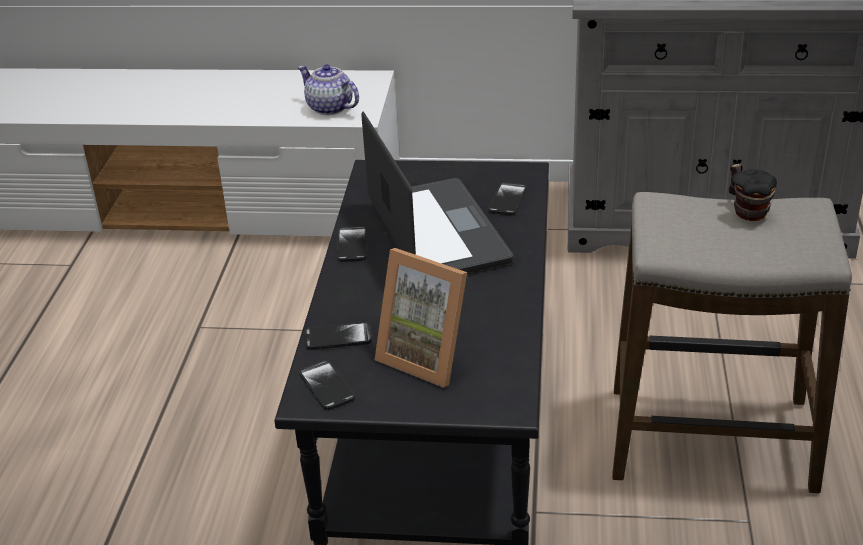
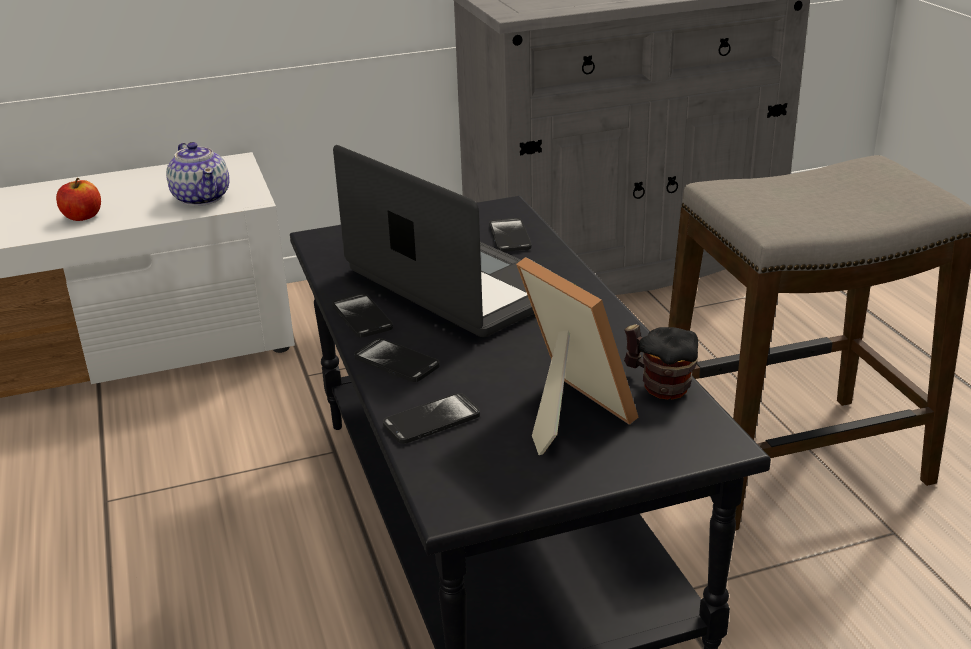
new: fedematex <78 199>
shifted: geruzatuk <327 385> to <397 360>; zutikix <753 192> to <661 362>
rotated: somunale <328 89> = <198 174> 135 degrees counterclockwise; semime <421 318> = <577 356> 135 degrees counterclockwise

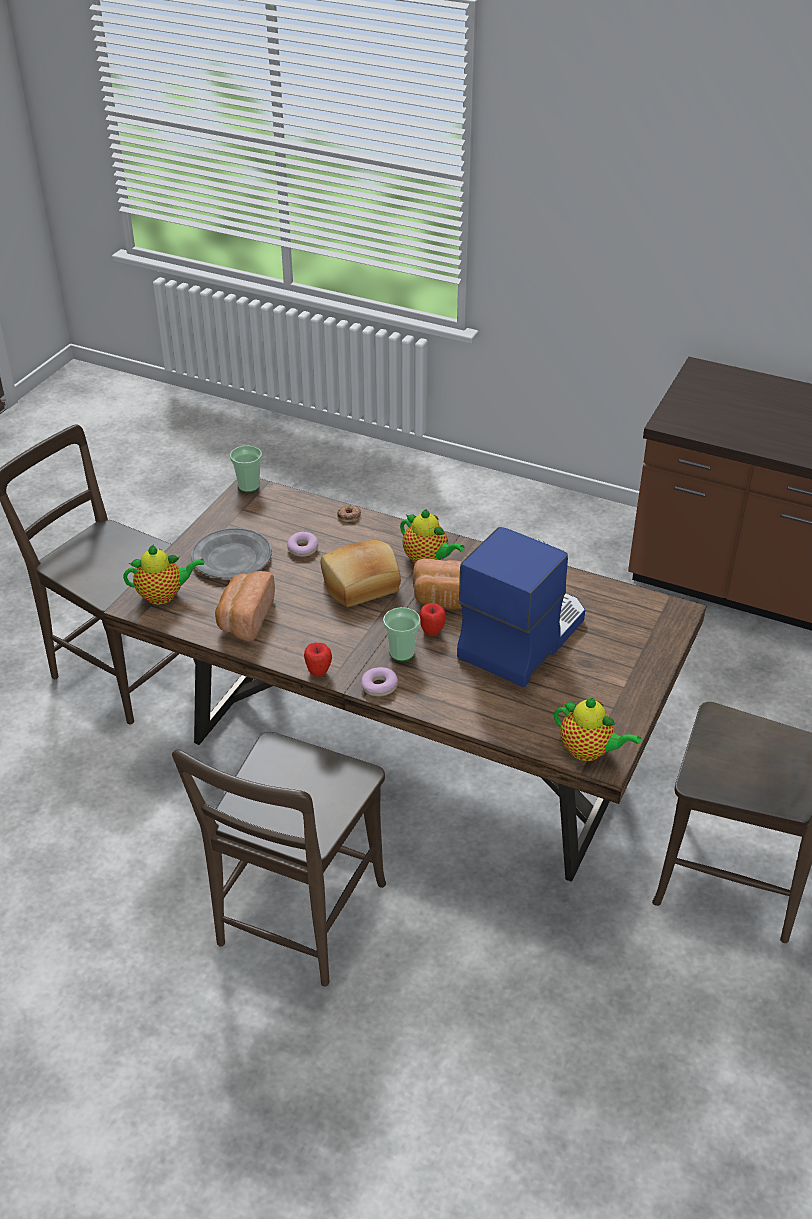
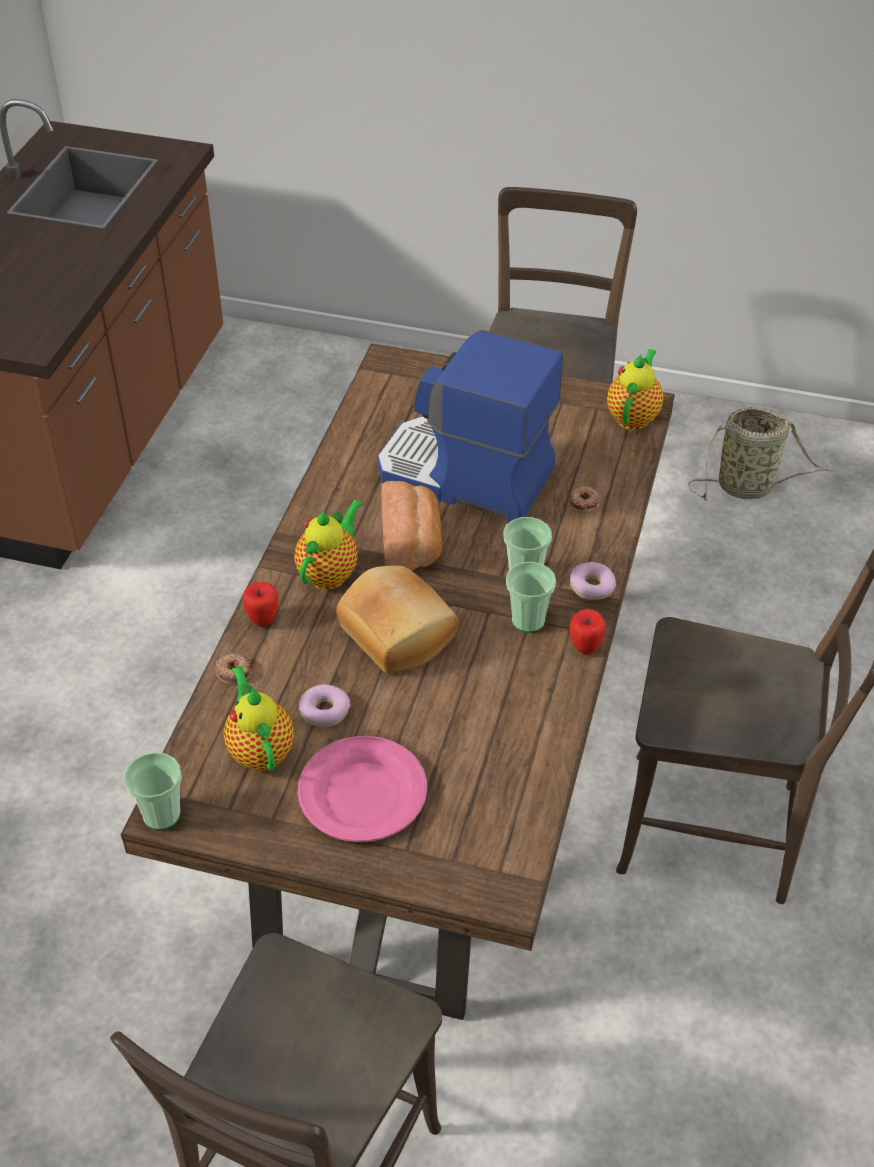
gone: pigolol <245 606>
new: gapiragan <531 597>; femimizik <584 499>; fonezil <760 454>
shifted: somunale <164 574> to <259 718>; fedematex <432 619> to <261 604>
repainted: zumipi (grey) <231 553> to zumipi (pink) <362 789>

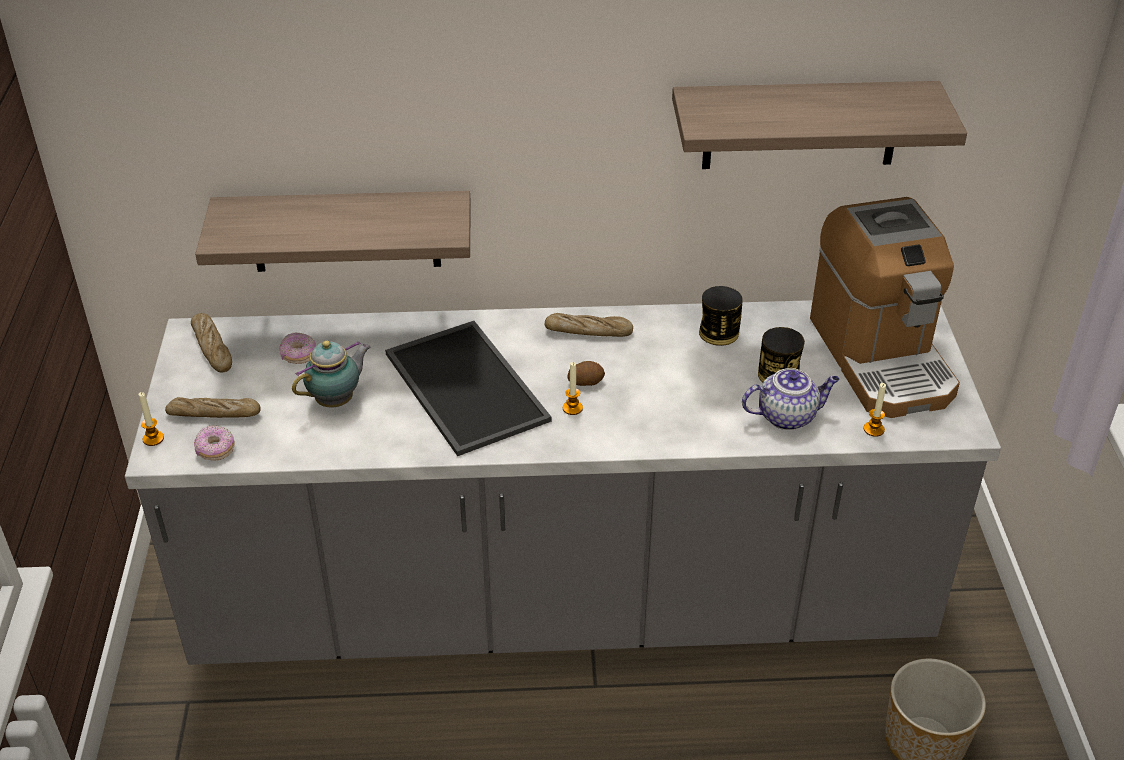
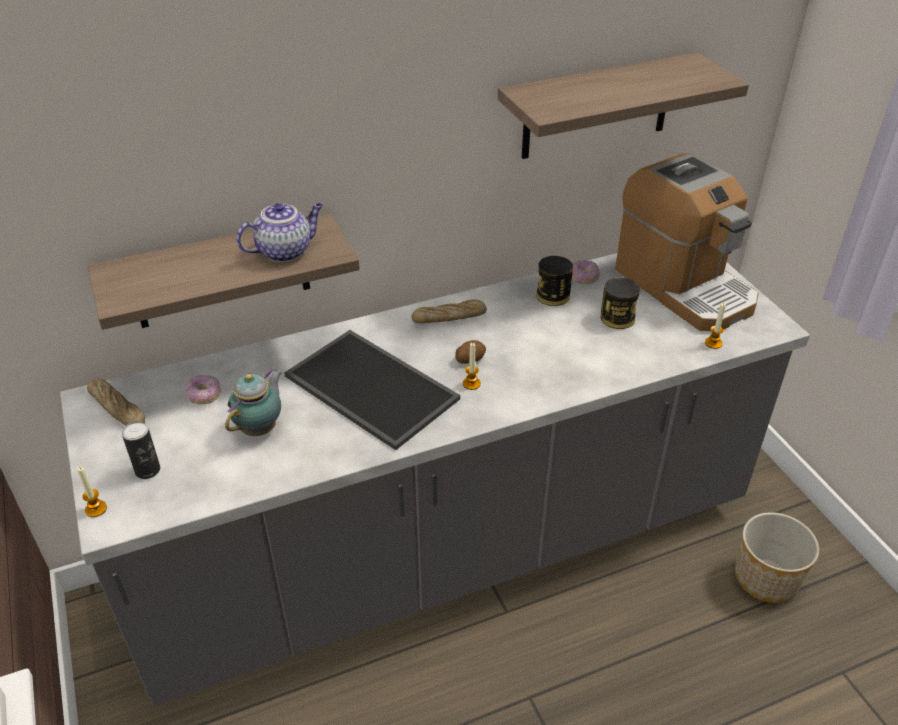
shifted: femimizik <214 443> to <585 272>; somunale <791 399> to <279 232>
swapped: pigolol <213 407> to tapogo <141 450>

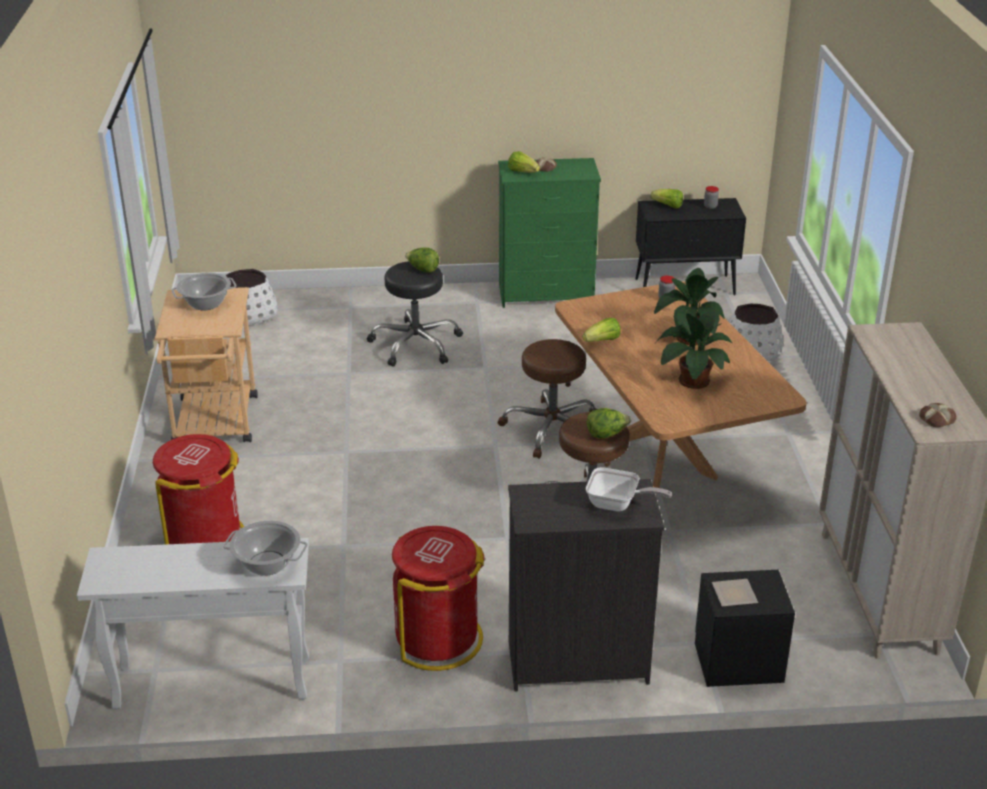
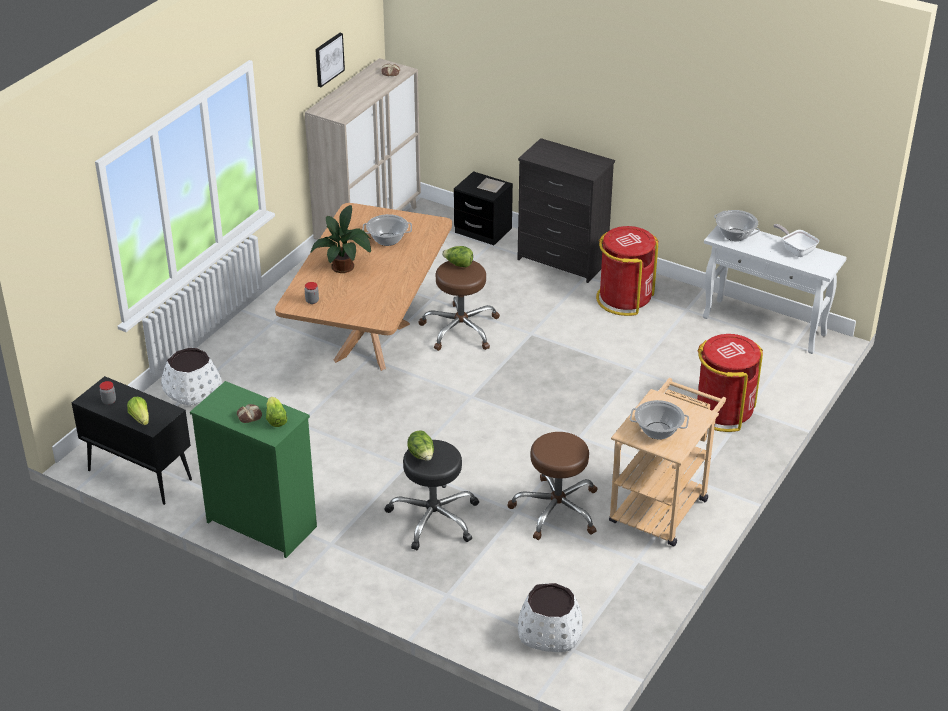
gone: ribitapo <602 330>
new: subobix <330 60>
shifted: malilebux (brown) <547 399> to <552 486>; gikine <629 489> to <796 240>
swapped: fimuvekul <696 349> to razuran <387 230>

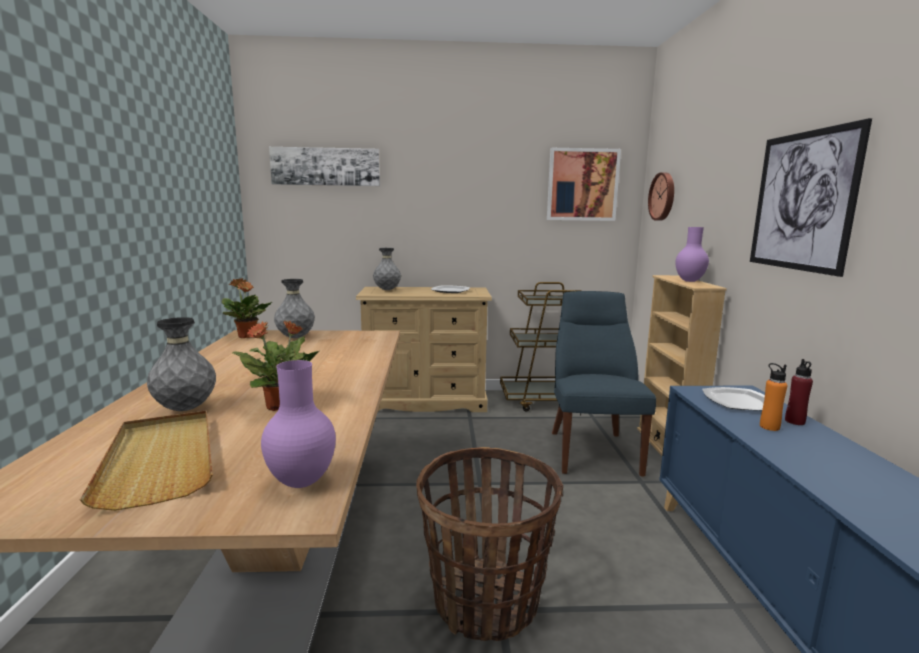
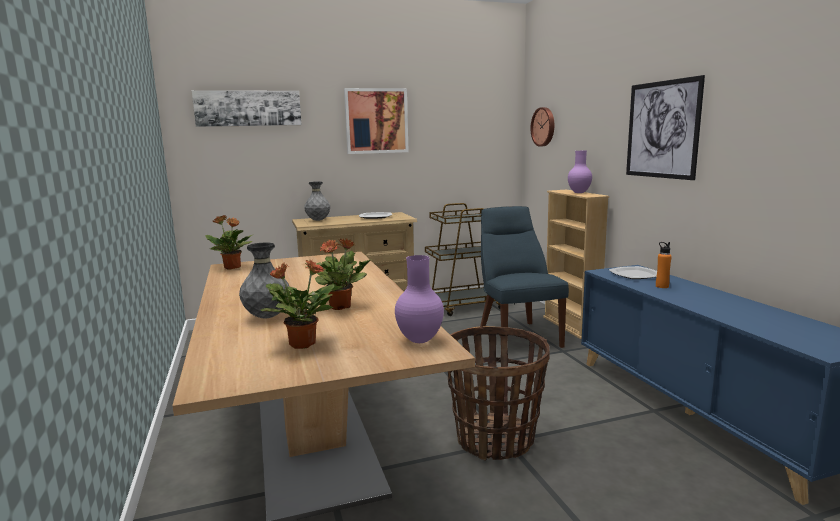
gone: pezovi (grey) <294 308>; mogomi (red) <799 392>
shifted: subobix <584 184> to <376 121>
swapped: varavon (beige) <146 461> to fimuvekul <297 304>

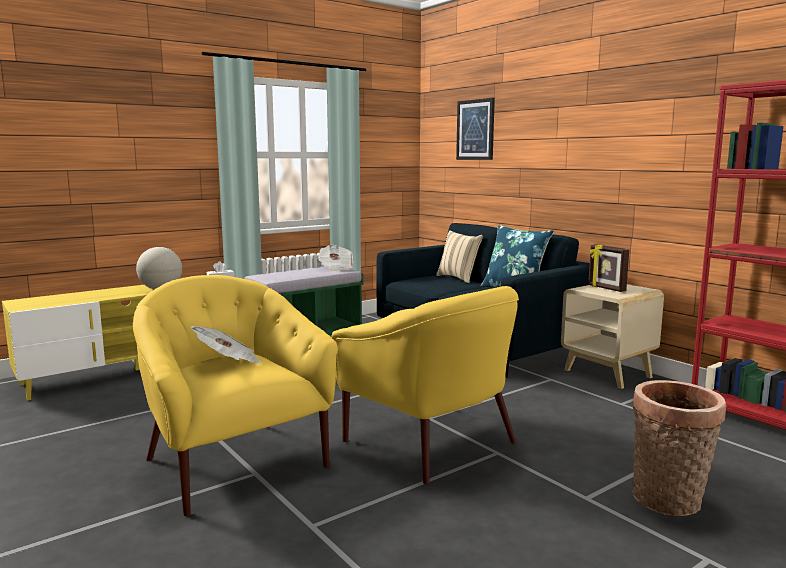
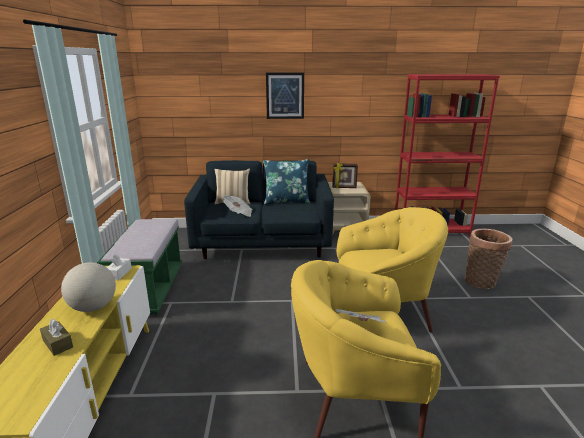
new: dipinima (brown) <56 337>
shifted: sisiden <335 258> to <238 206>; subobix <475 129> to <285 95>

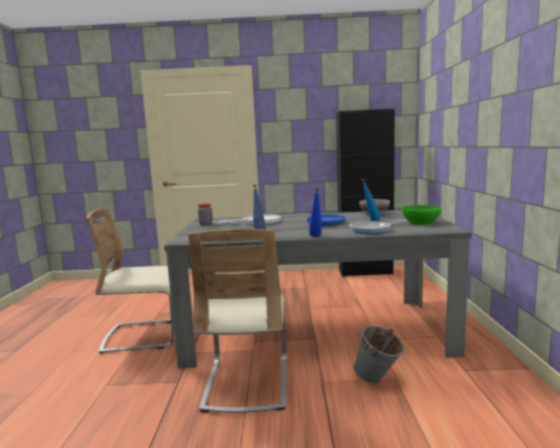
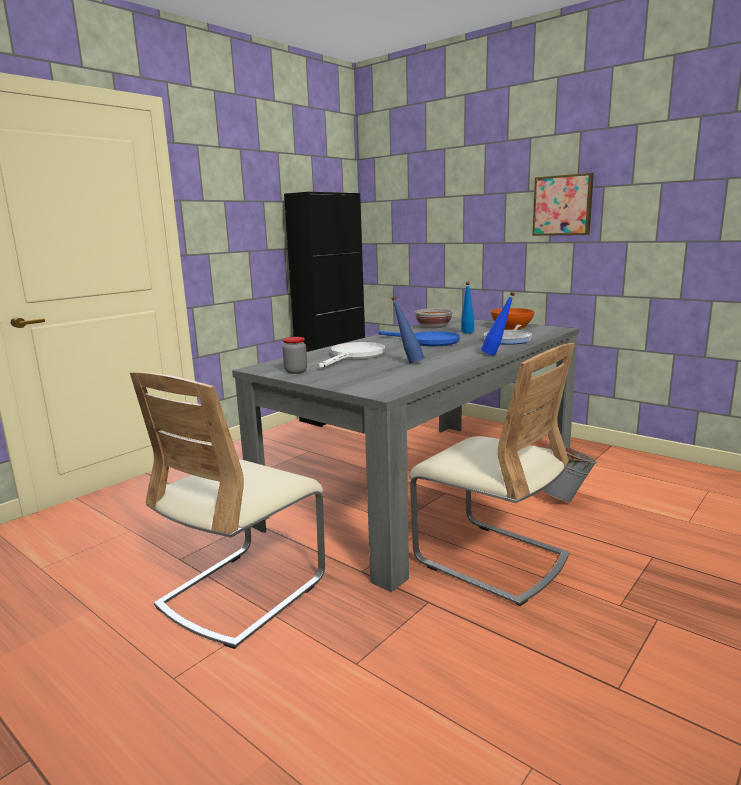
new: subobix <563 204>
repainted: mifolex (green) <421 215> to mifolex (orange) <513 319>

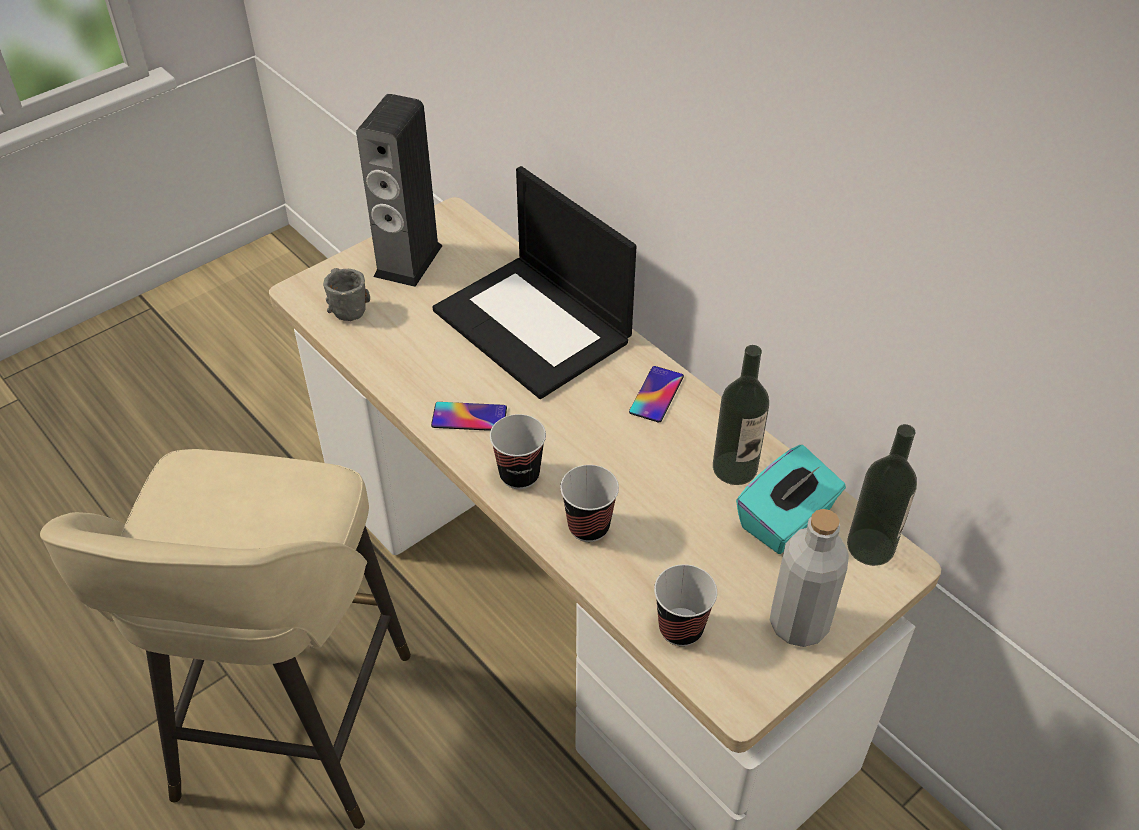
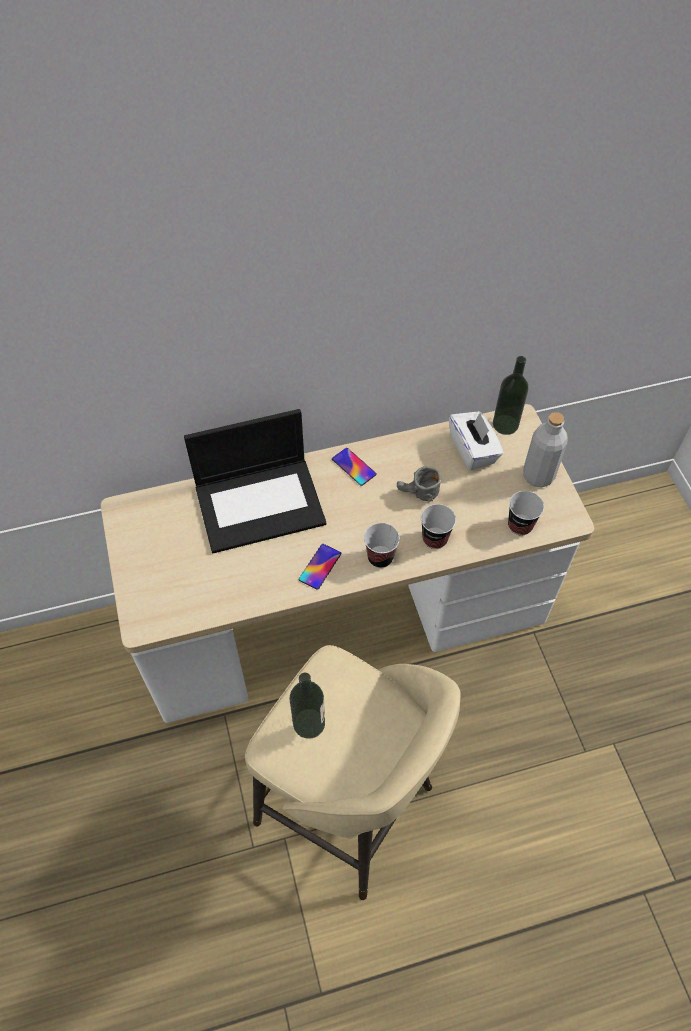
gone: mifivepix <399 190>
shifted: zutikix (grey) <346 294> to <419 483>; mogomi <741 415> to <307 706>
repainted: dipinima (turquoise) <791 499> to dipinima (white) <476 441>

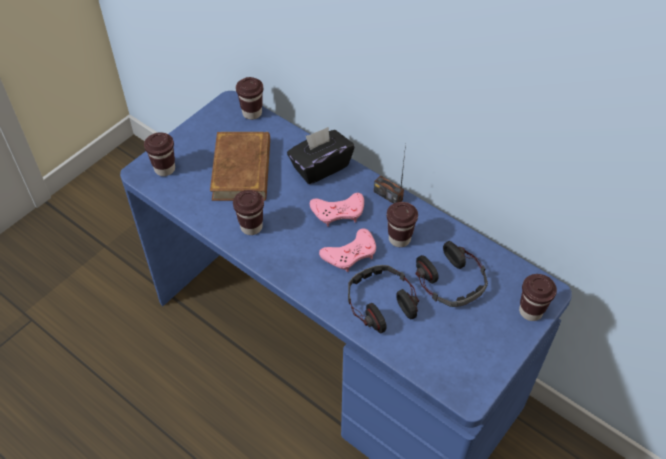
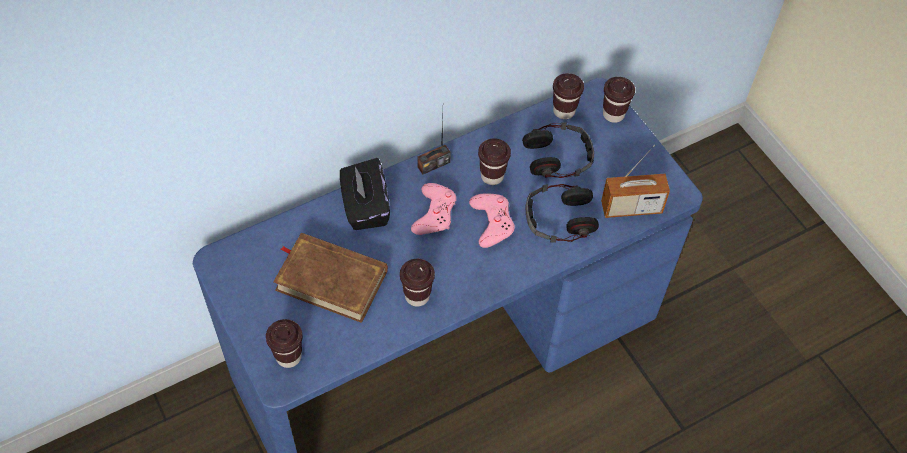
new: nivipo <635 181>
shifted: gapiragan (brown) <249 98> to <568 96>

